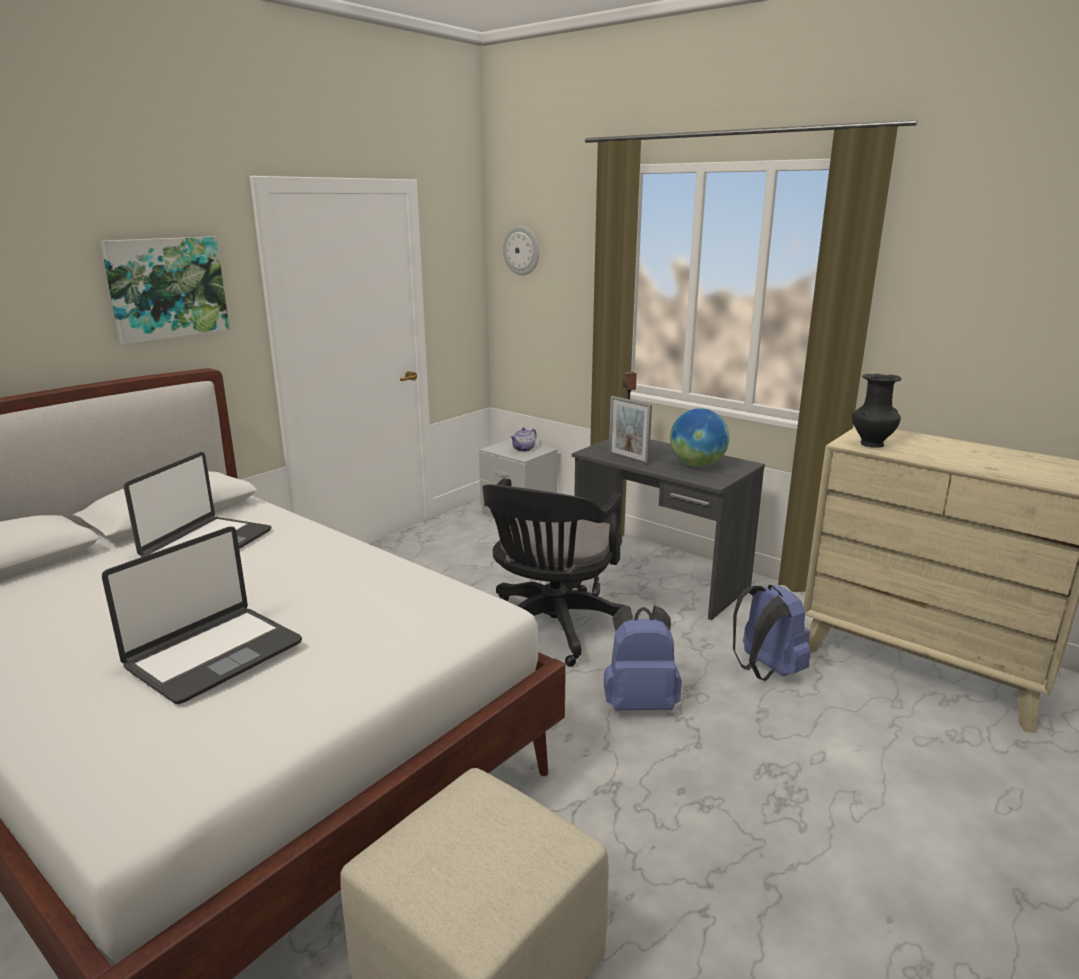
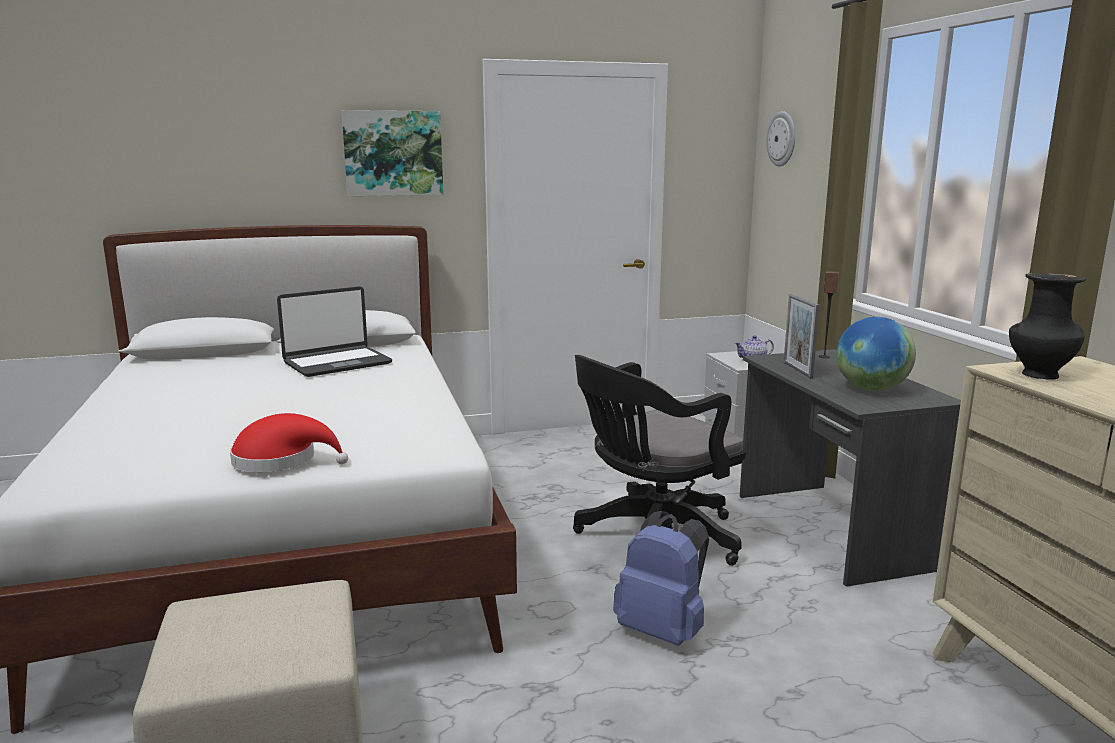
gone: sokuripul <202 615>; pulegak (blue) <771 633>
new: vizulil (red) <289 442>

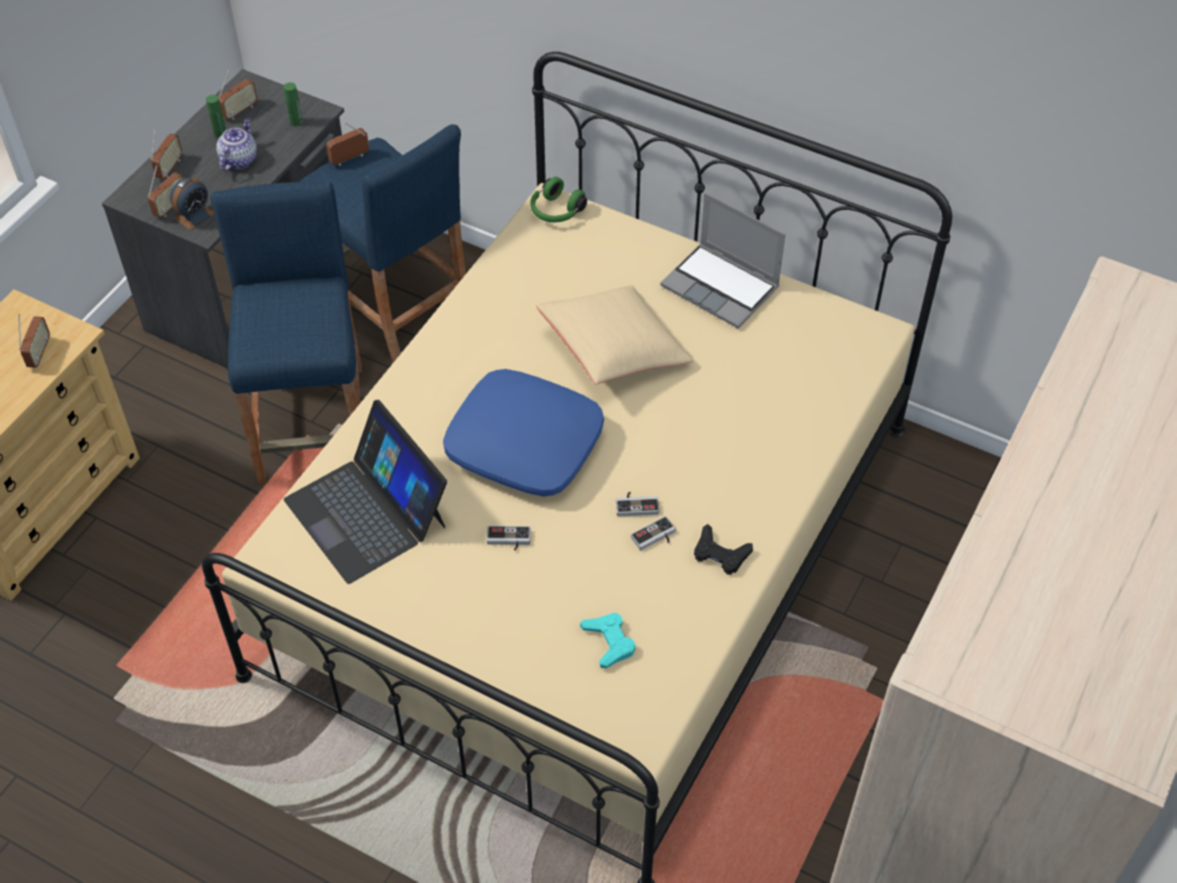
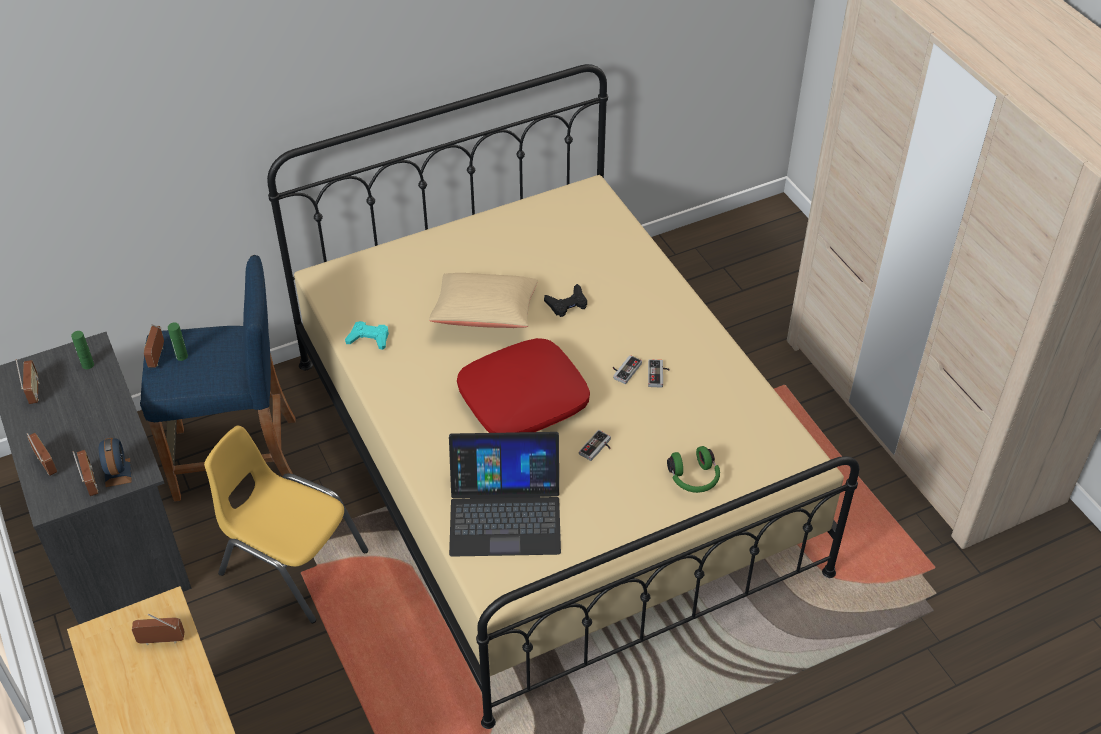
gone: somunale <236 144>; sokuripul <722 260>
shifted: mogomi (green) <216 117> to <178 342>; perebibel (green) <558 199> to <693 469>; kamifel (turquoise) <607 641> to <367 335>; kamifel (black) <723 549> to <565 300>
swapped: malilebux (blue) <286 333> to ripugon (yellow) <286 524>
repainted: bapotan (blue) <523 433> to bapotan (red) <523 385>
rotated: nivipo <34 341> = <158 629> 45 degrees counterclockwise

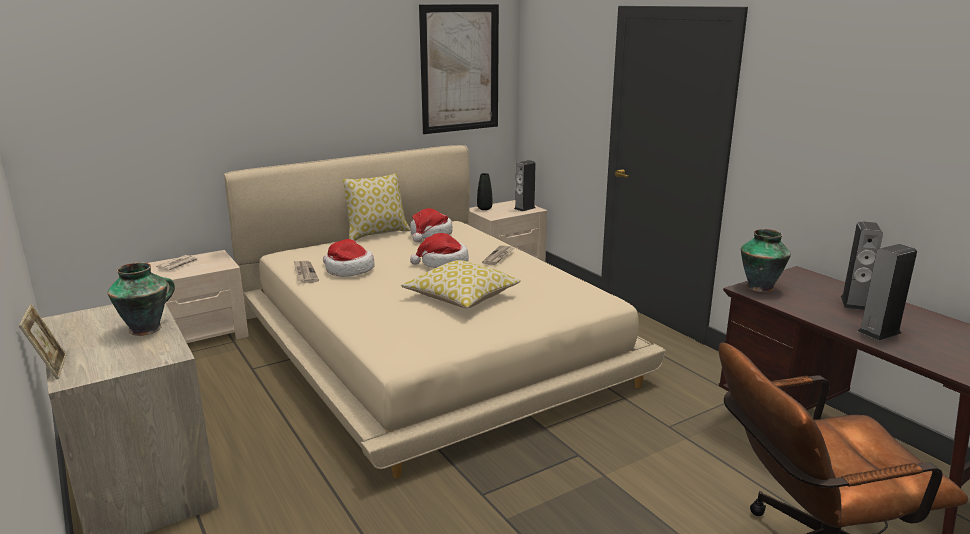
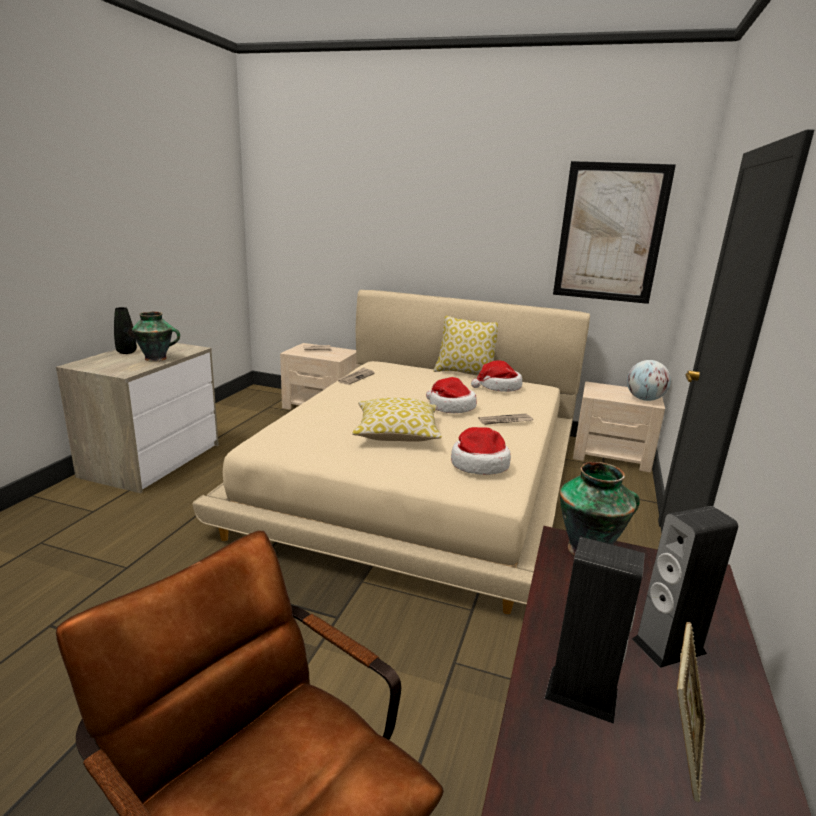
shifted: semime <42 341> to <691 712>; vizulil <349 258> to <481 451>; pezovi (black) <484 191> to <125 330>
swapped: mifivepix <525 185> to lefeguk <649 380>

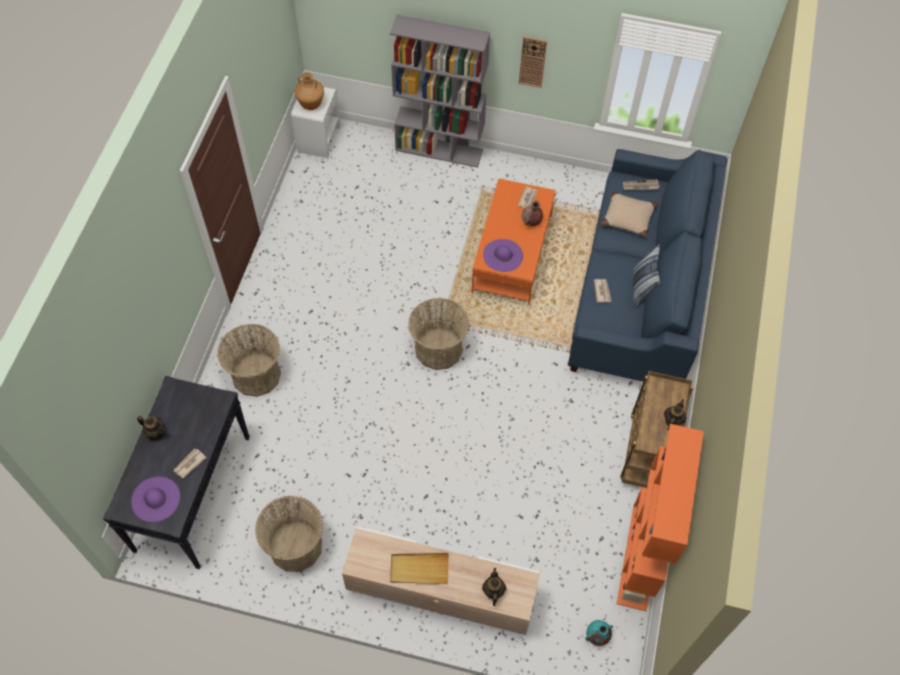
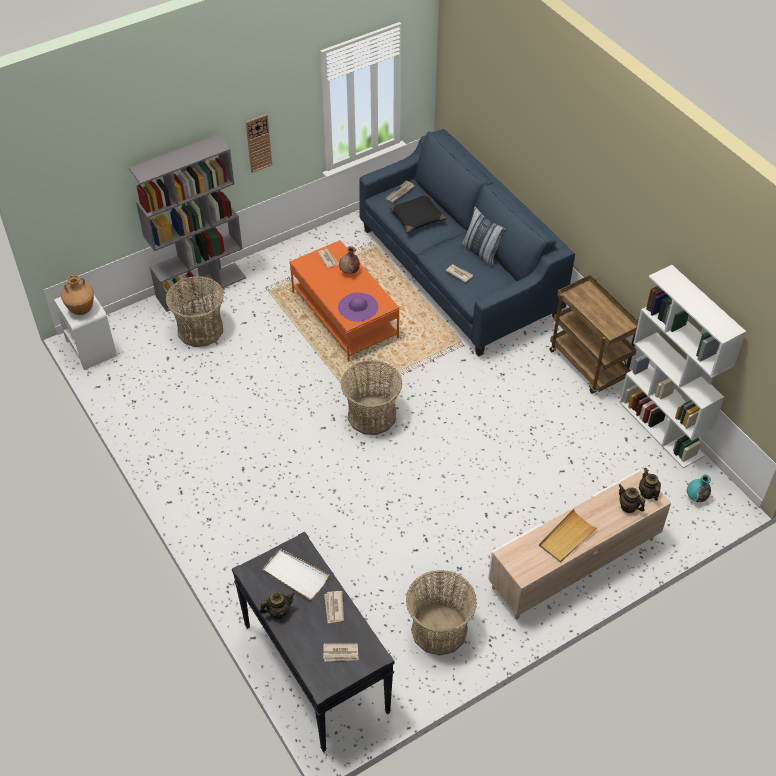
new: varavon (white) <296 574>
shifted: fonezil <249 360> to <194 311>; somunale <675 414> to <650 484>
swapped: vizulil (purple) <155 499> to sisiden <341 652>
repainted: bapotan (beige) <629 214> to bapotan (black) <418 213>; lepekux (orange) <660 517> to lepekux (white) <683 366>

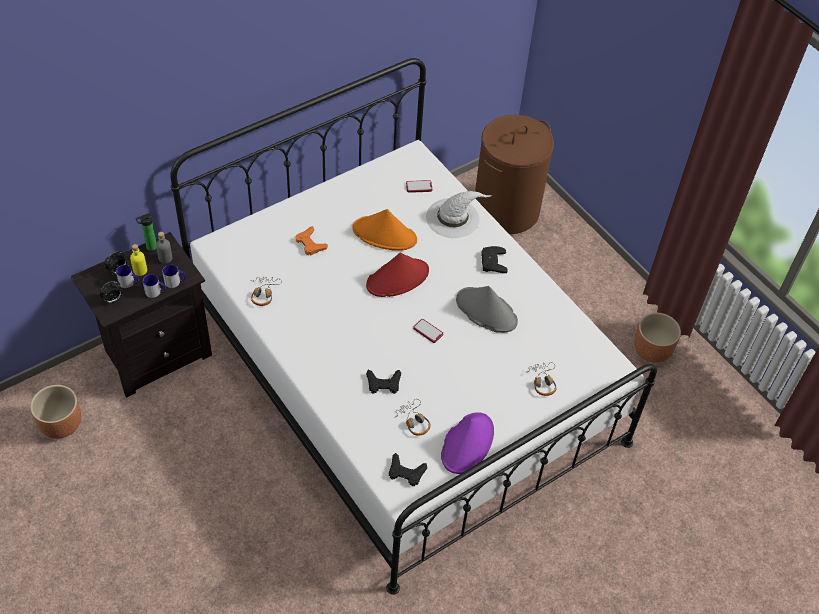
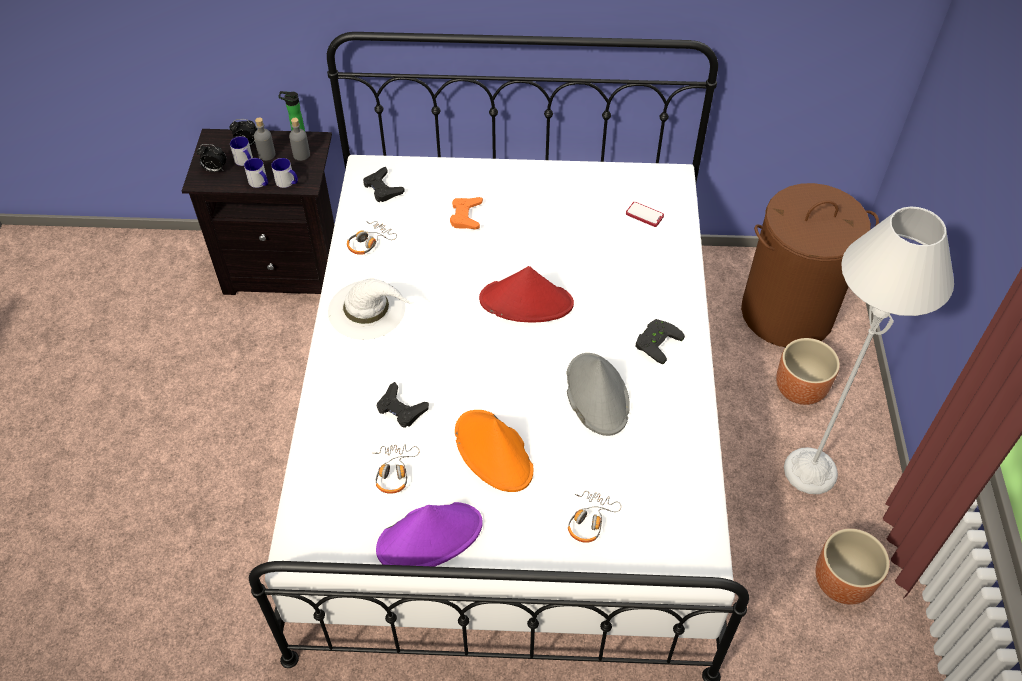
gone: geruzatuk <428 331>
new: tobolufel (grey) <869 350>
shifted: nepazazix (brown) <55 412> to <808 371>; vizulil (orange) <384 229> to <494 451>; kamifel (black) <408 469> to <384 184>; vizulil (white) <459 214> to <370 309>
repainted: mogomi (yellow) <138 260> to mogomi (grey) <264 139>

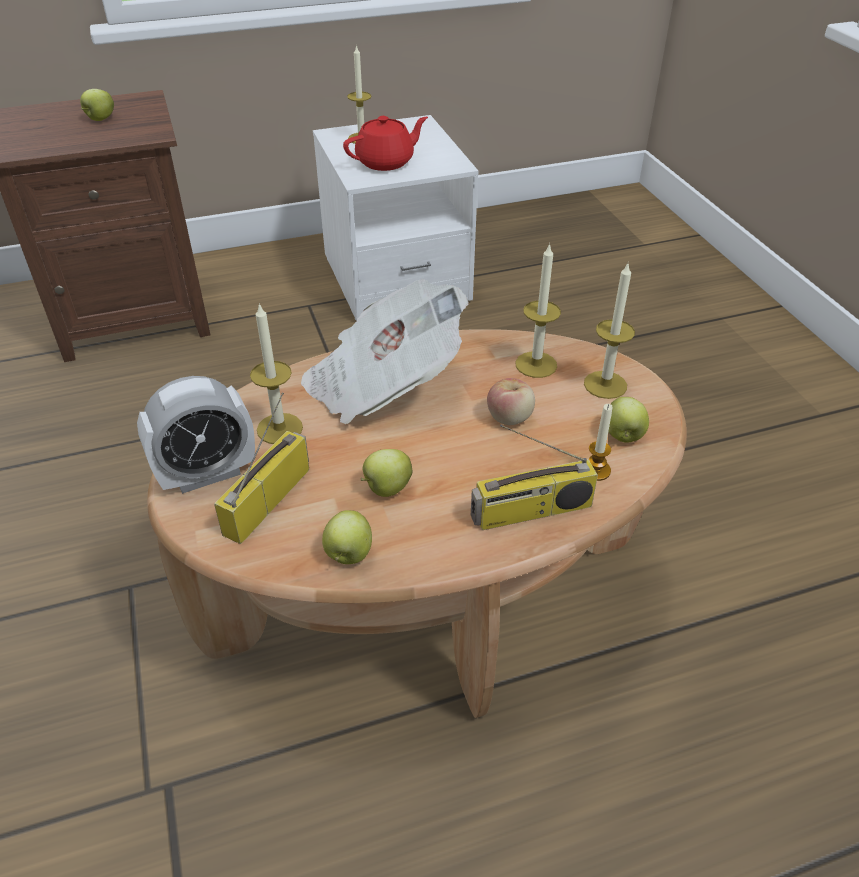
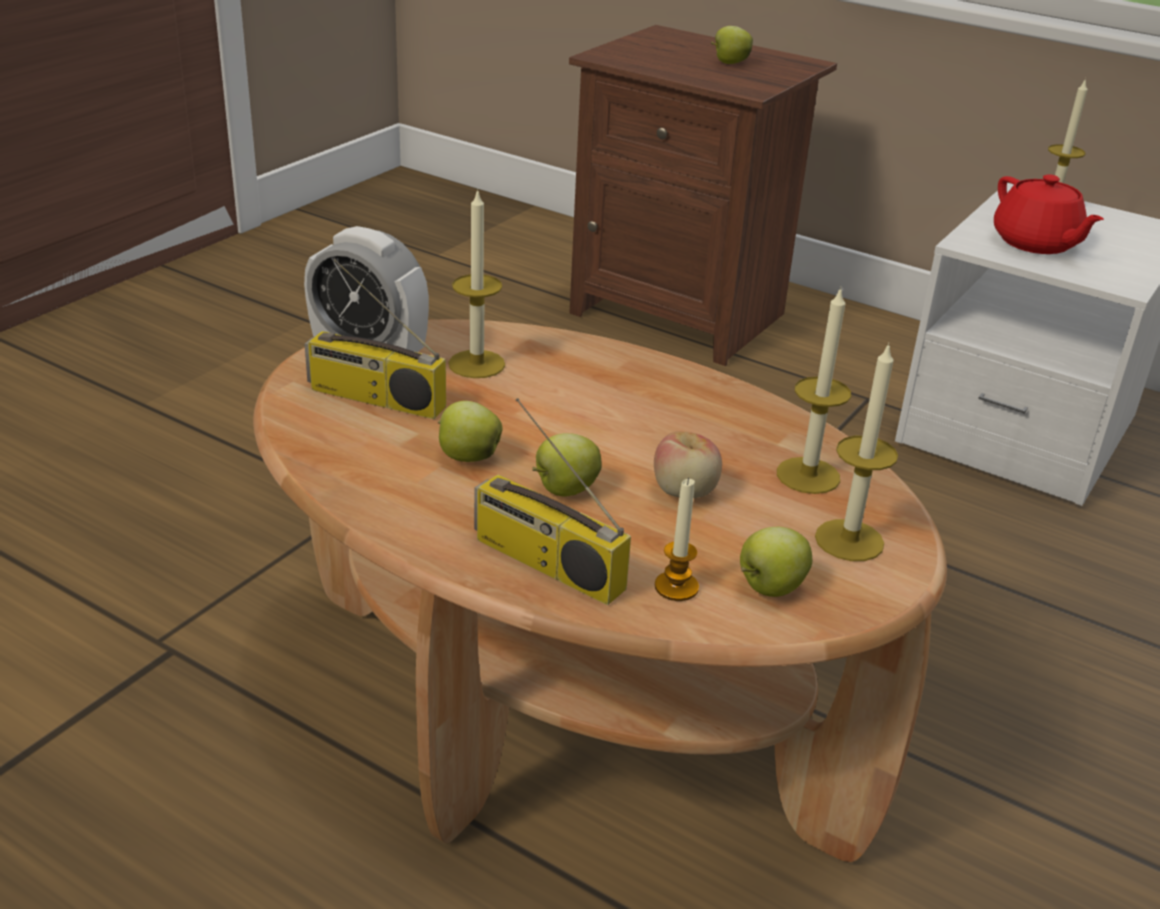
gone: sisiden <385 351>
shifted: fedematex <347 537> to <567 464>
rotated: nivipo <261 468> = <375 339> 150 degrees counterclockwise; somunale (red) <385 143> = <1049 214> 45 degrees clockwise

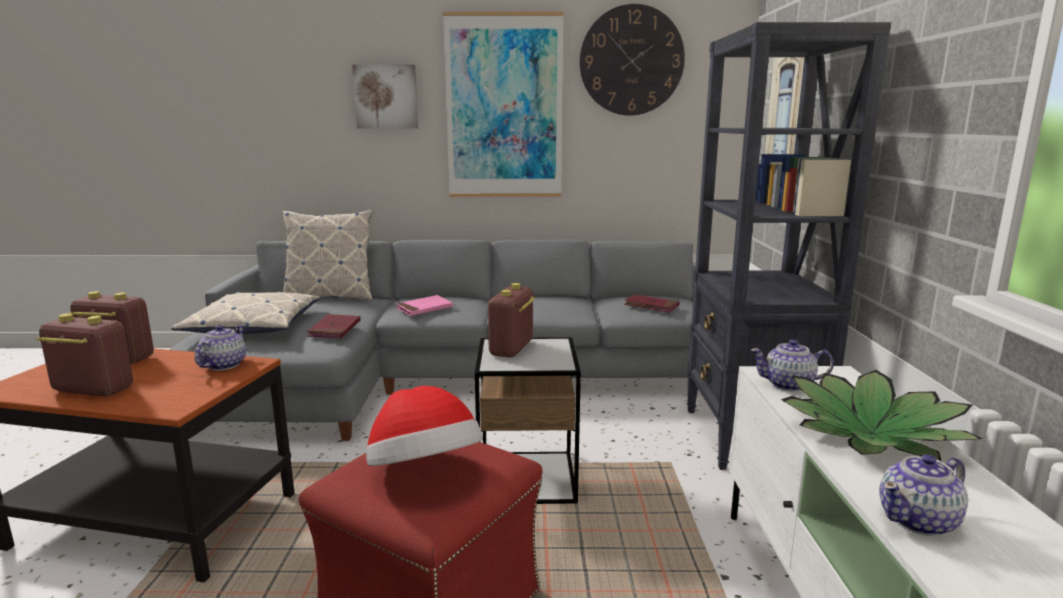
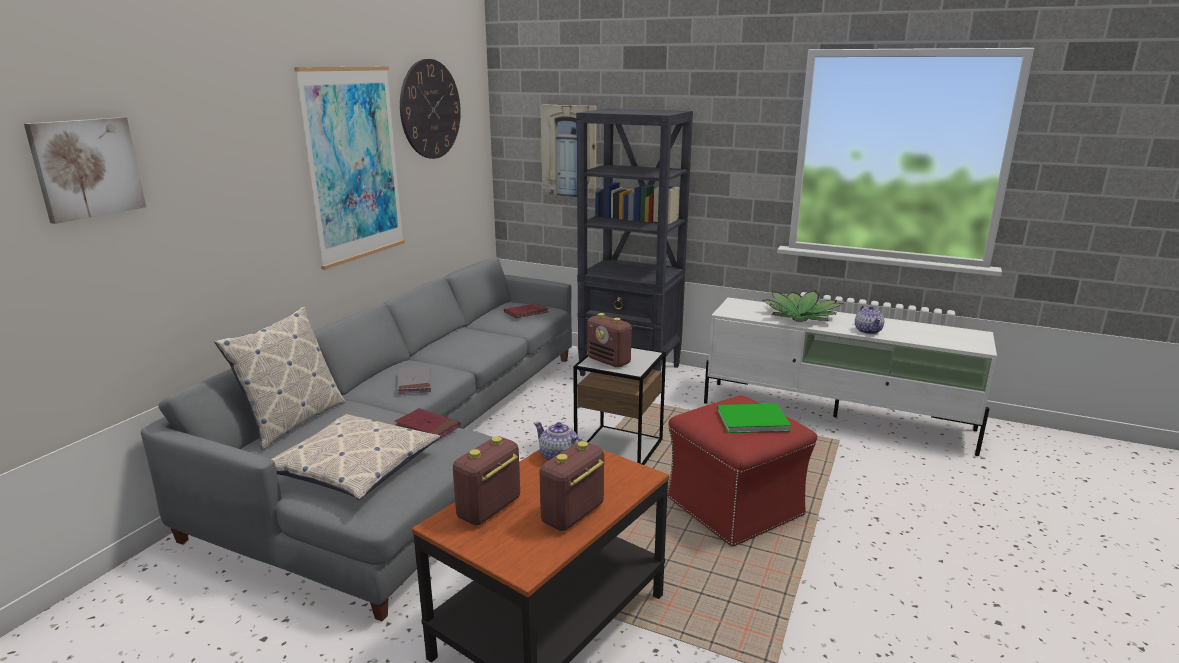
gone: somunale <792 365>
shifted: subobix <385 97> to <85 170>
swapped: vizulil <424 426> to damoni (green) <754 418>
repainted: damoni (pink) <424 305> to damoni (grey) <414 380>

